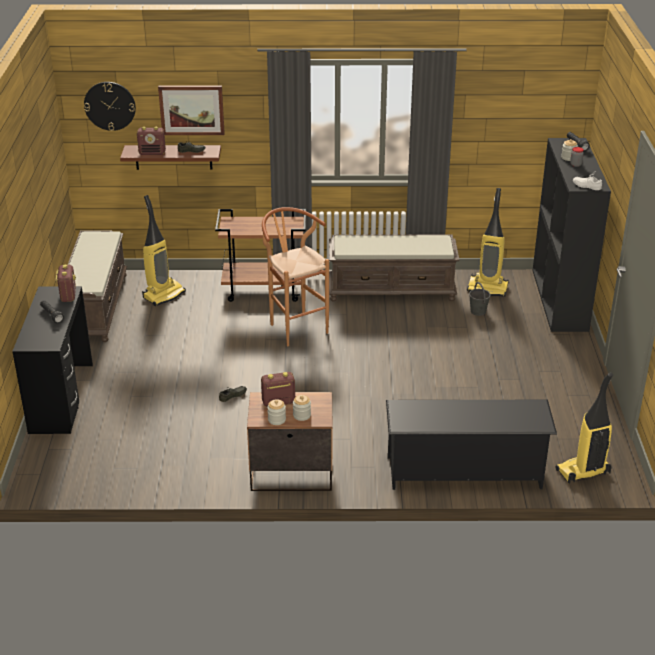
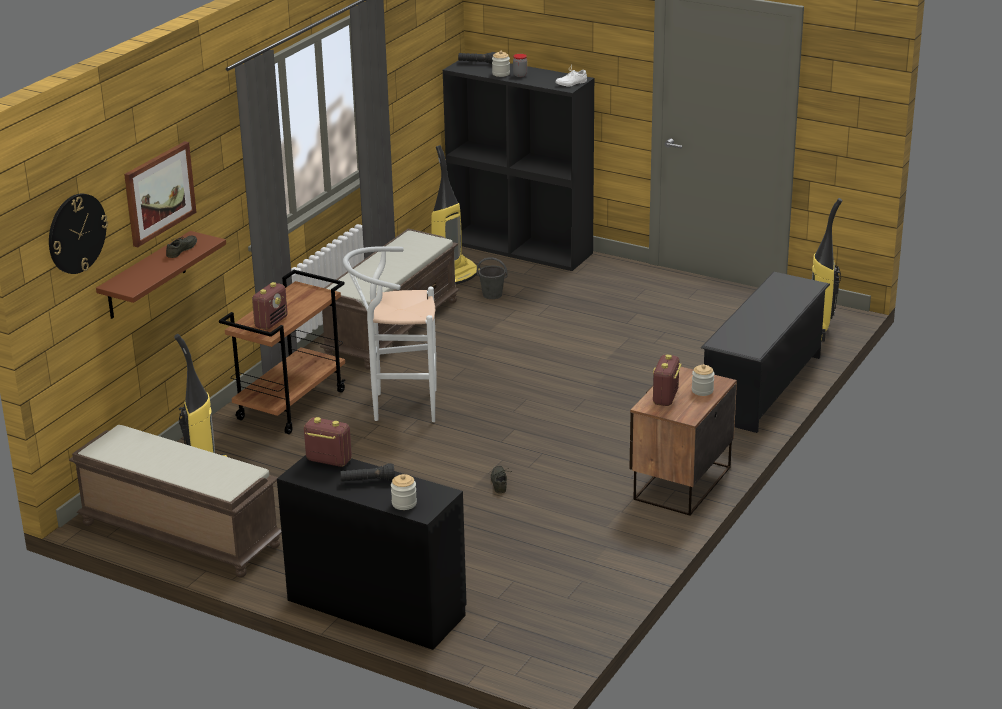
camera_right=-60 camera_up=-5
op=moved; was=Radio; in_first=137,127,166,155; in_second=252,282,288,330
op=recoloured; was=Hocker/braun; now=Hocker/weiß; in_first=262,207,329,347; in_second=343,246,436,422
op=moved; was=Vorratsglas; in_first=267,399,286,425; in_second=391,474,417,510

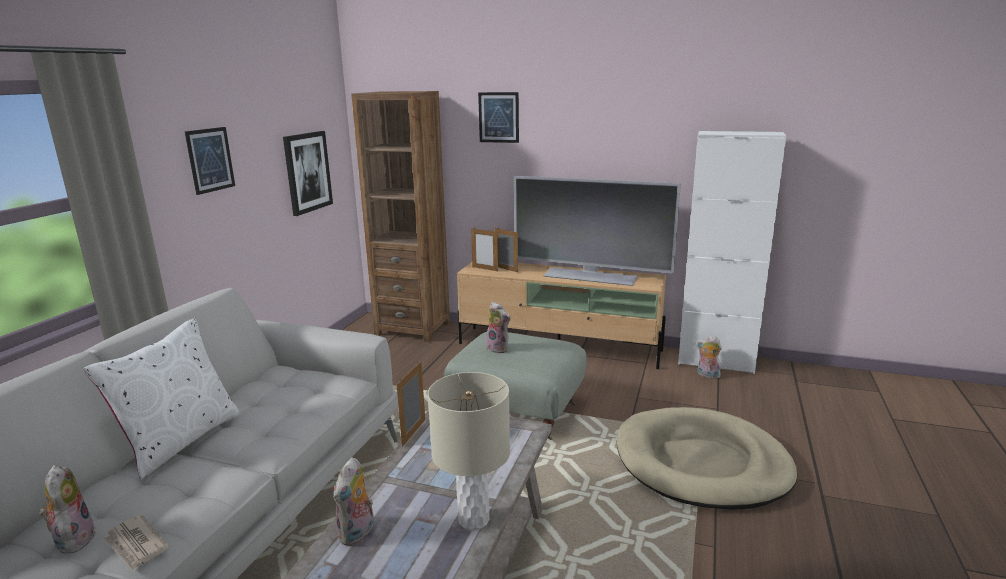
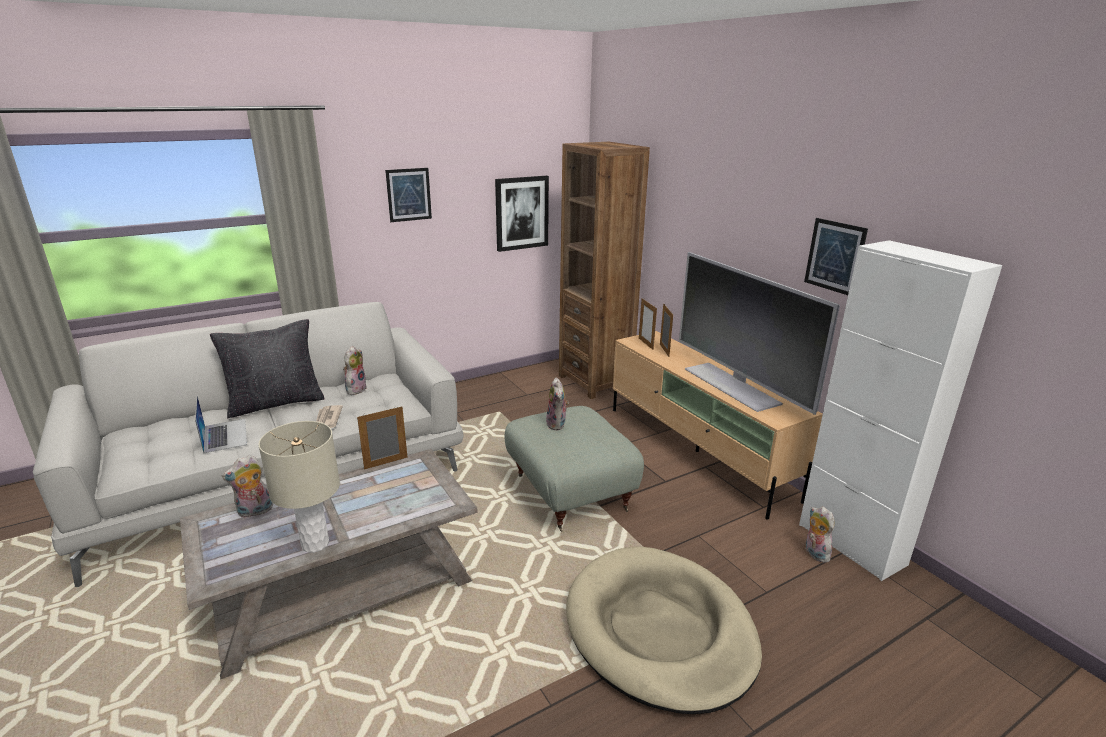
camera_right=40 camera_up=5
op=added; now=Laptop; in_second=195,396,247,454
op=recoloured; was=Kissen/weiß; now=Kissen/schwarz; in_first=84,318,240,479; in_second=210,319,325,418
op=moved; was=Zeitung; in_first=103,514,169,572; in_second=316,405,343,428
op=moved; was=Plüschtier; in_first=39,465,96,554; in_second=343,346,367,395
op=moved; was=Bild; in_first=478,92,519,143; in_second=804,218,868,295

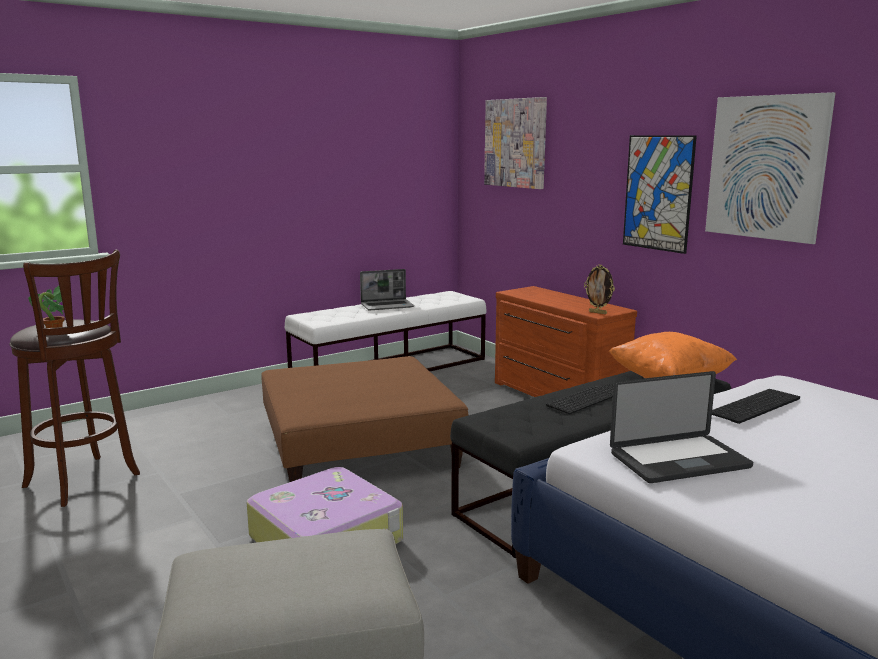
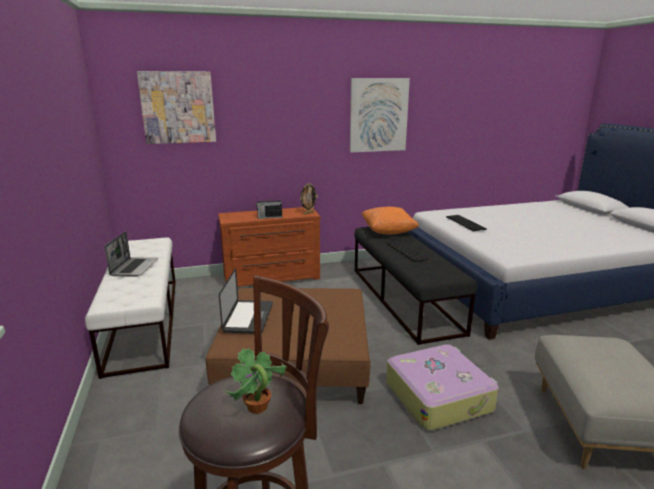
camera_right=-70 camera_up=5
op=moved; was=Laptop; in_first=610,371,753,483; in_second=219,268,273,334
op=added; now=Radio; in_second=256,197,282,219
op=removed; was=Bild; in_first=623,135,697,254

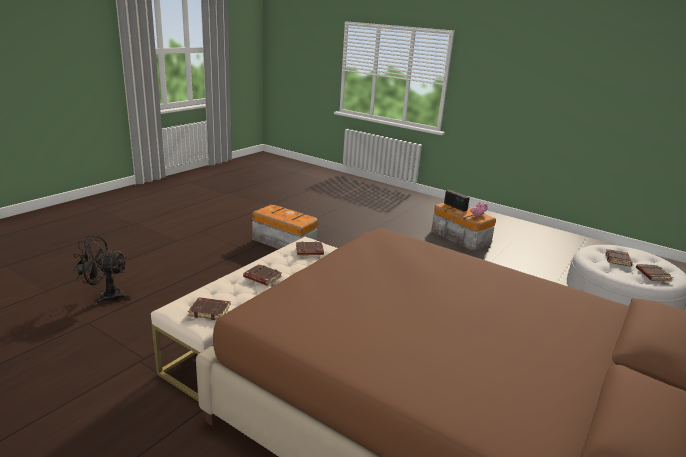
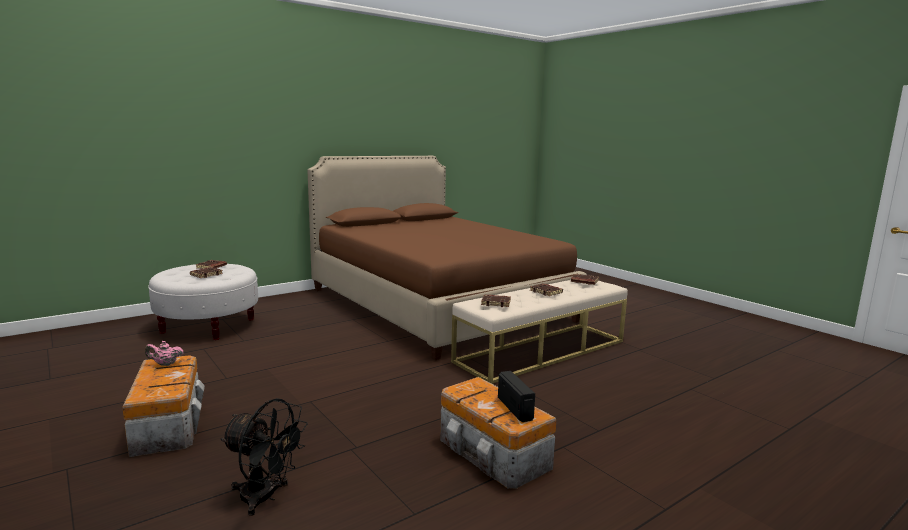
camera_right=-160 camera_up=-10
op=moved; was=Ventilator/schwarz; in_first=72,236,131,305; in_second=221,398,308,516
op=moved; was=Radio; in_first=444,190,470,211; in_second=498,371,535,422

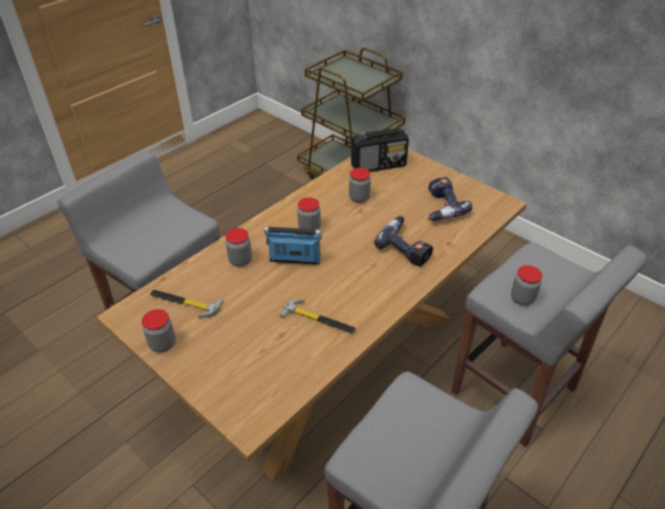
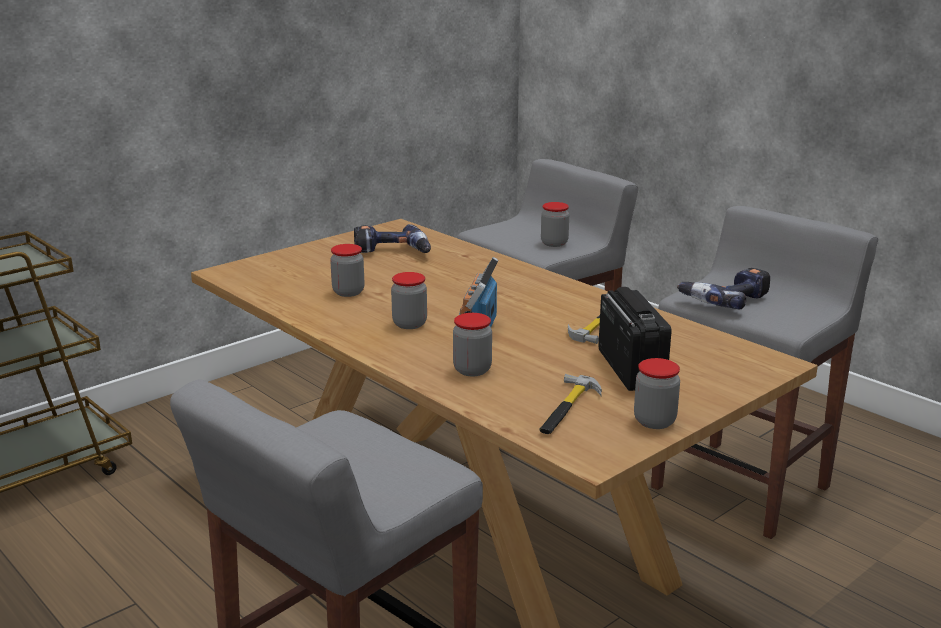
camera_right=-85 camera_up=-20
op=moved; was=Radio; in_first=351,128,409,172; in_second=598,287,672,391
op=moved; was=Bohrmaschine; in_first=374,216,433,267; in_second=677,268,770,310

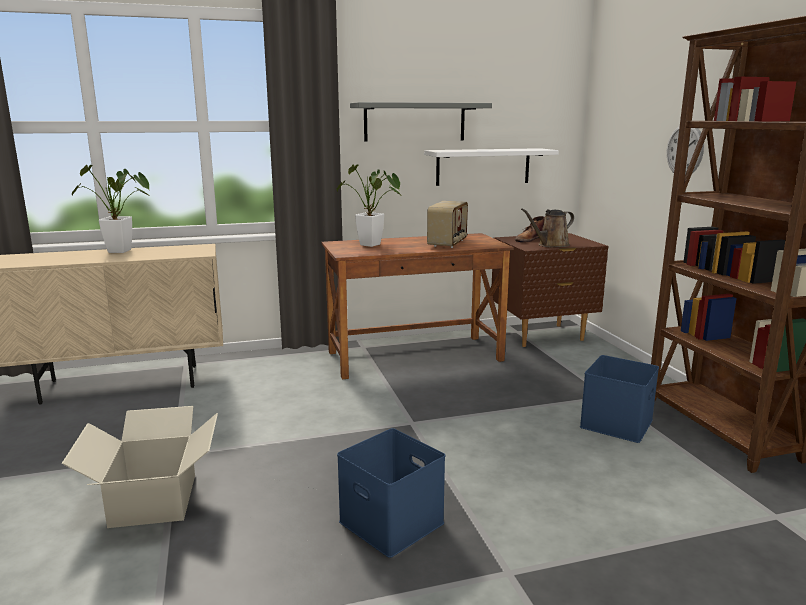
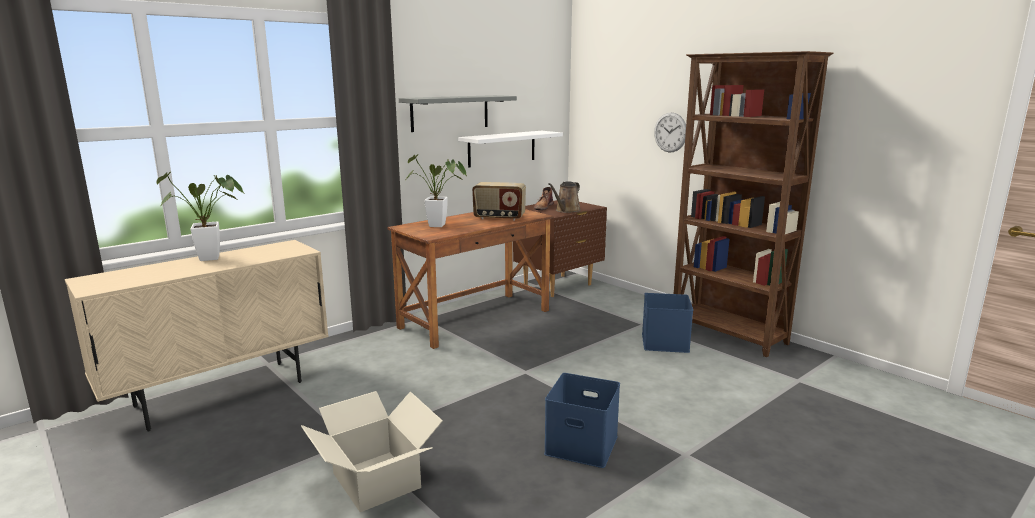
camera_right=-25 camera_up=0
op=turned; was=Radio; in_first=427,201,468,248; in_second=472,182,526,221; clockwise=105

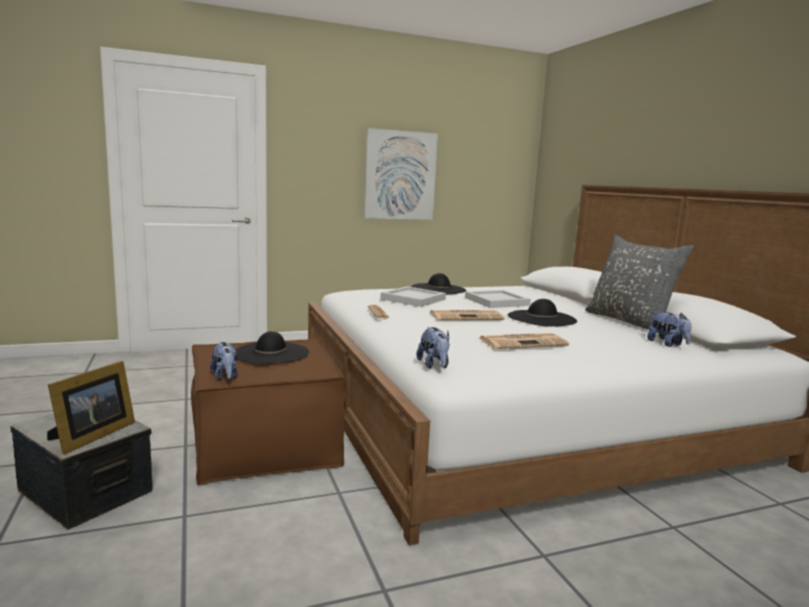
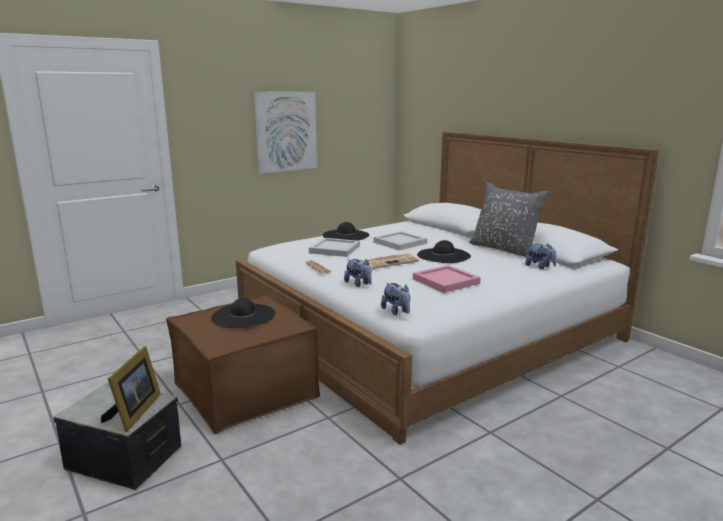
camera_right=-15 camera_up=5
op=moved; was=Plüschtier; in_first=210,342,238,381; in_second=344,259,372,287
op=replaced; was=Zeitung; now=Tablett/rosa; in_first=479,333,569,349; in_second=413,265,481,293

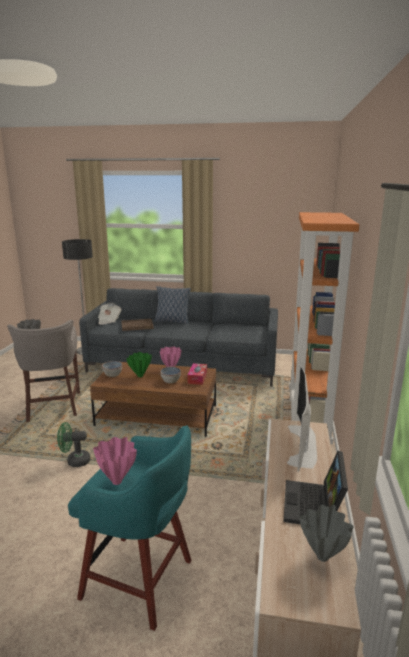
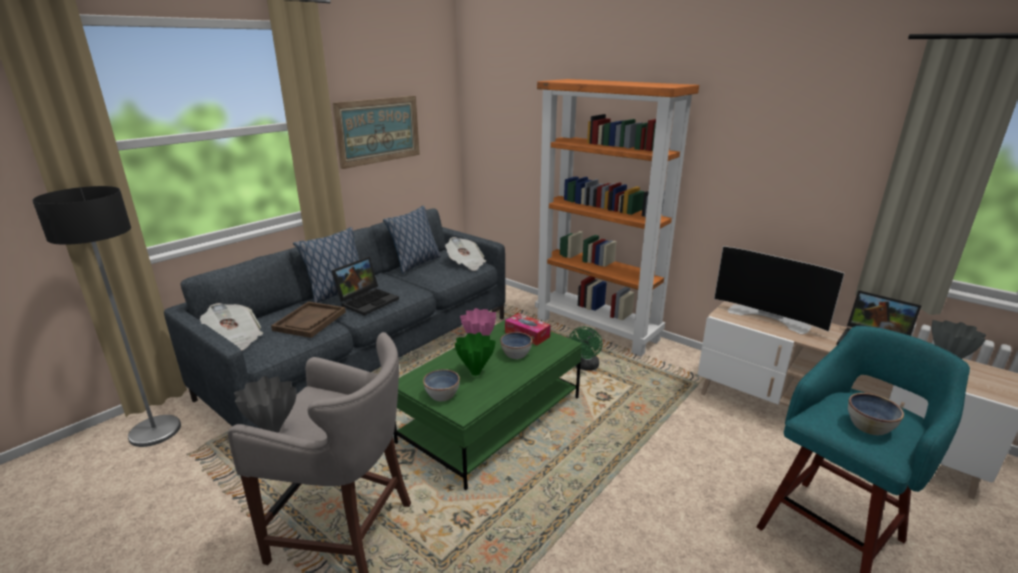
camera_right=-60 camera_up=5
op=added; now=Laptop; in_second=331,257,399,316
op=added; now=Bild; in_second=332,96,420,169
op=added; now=Kissen; in_second=383,206,441,274
op=recoloured; was=Couchtisch/braun; now=Couchtisch/grün; in_first=90,362,216,437; in_second=394,317,582,490
op=added; now=Zeitung; in_second=445,237,486,271
op=moved; was=Ventilator/grün; in_first=57,422,90,467; in_second=569,326,602,371
op=replaced; was=Vase/rosa; now=Schüssel; in_first=93,437,137,485; in_second=848,393,904,435

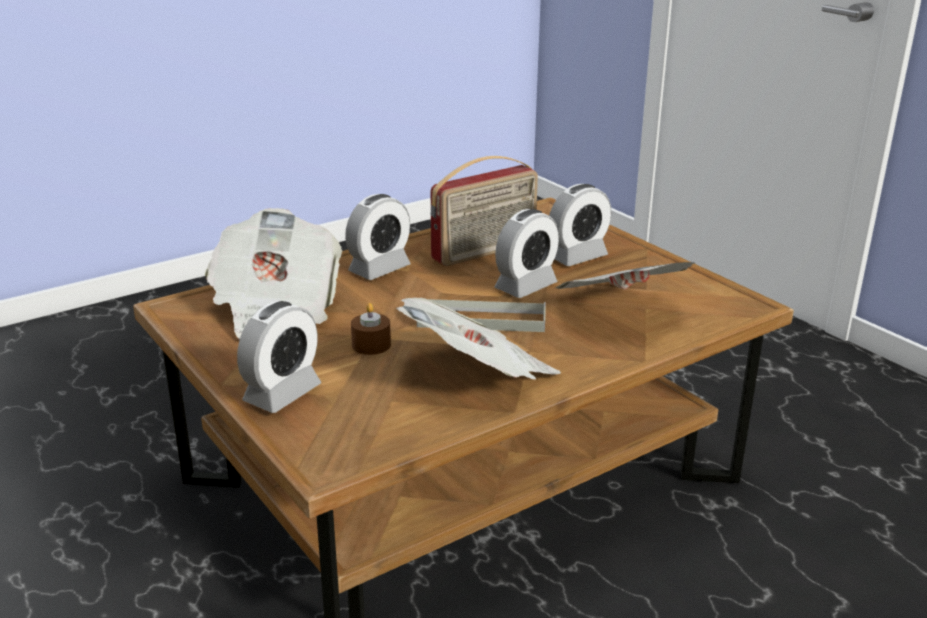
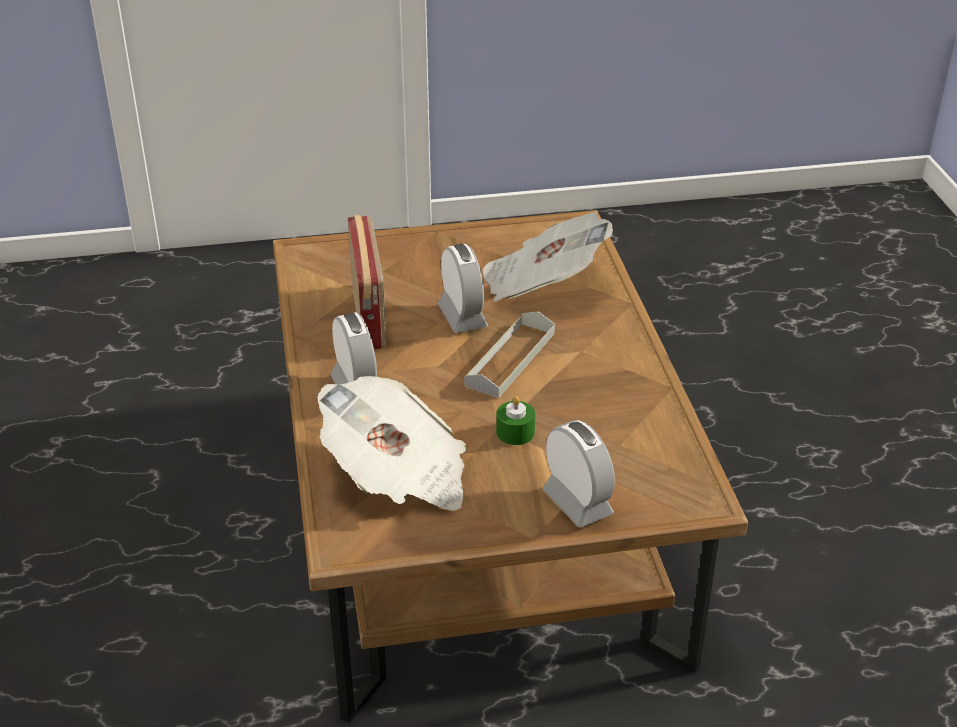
camera_right=-65 camera_up=10
op=recoloured; was=Kerze/braun; now=Kerze/grün; in_first=351,303,391,355; in_second=496,396,535,445
op=removed; was=Zeitung; in_first=396,297,561,380
op=removed; was=Wecker; in_first=549,184,611,266

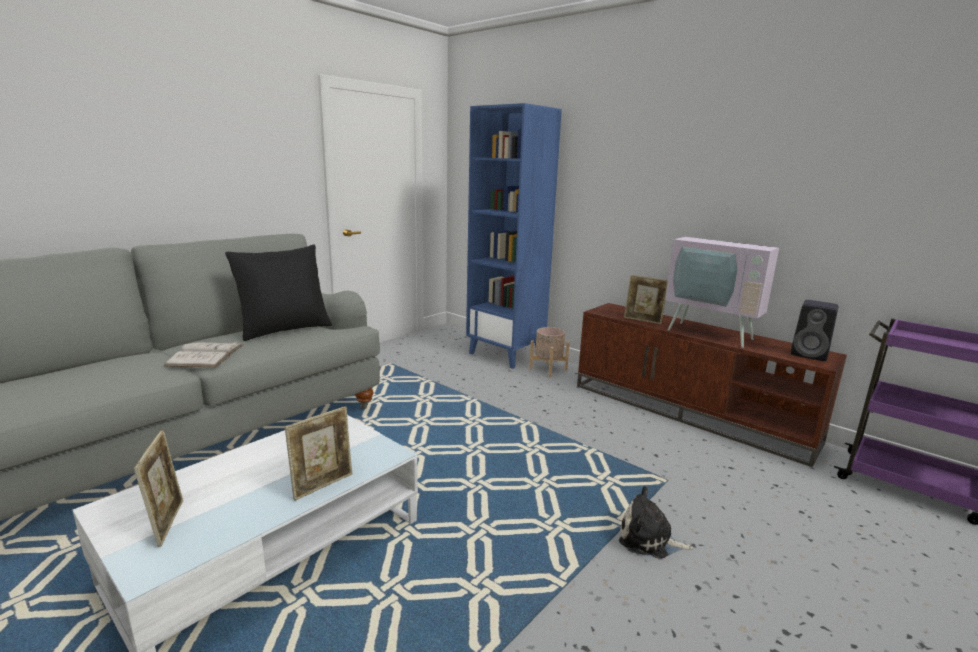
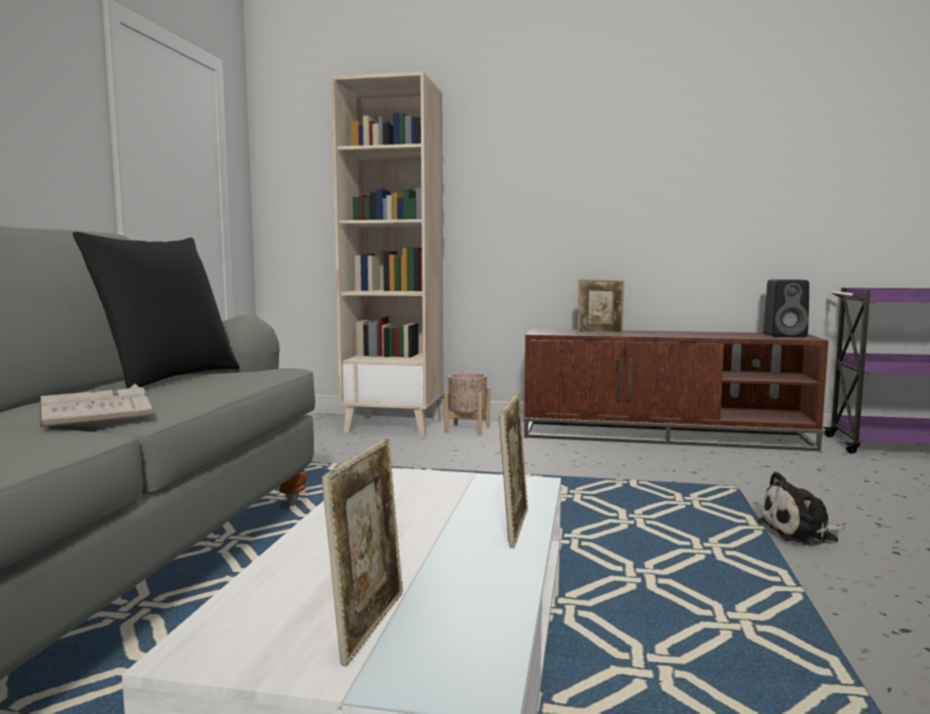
camera_right=-30 camera_up=-10
op=turned; was=Bilderrahmen; in_first=134,430,183,547; in_second=322,439,403,666; clockwise=60
op=recoloured; was=Bücherregal/blau; now=Bücherregal/beige; in_first=466,103,562,369; in_second=331,71,444,436
op=removed; was=Fernseher; in_first=665,200,779,348

